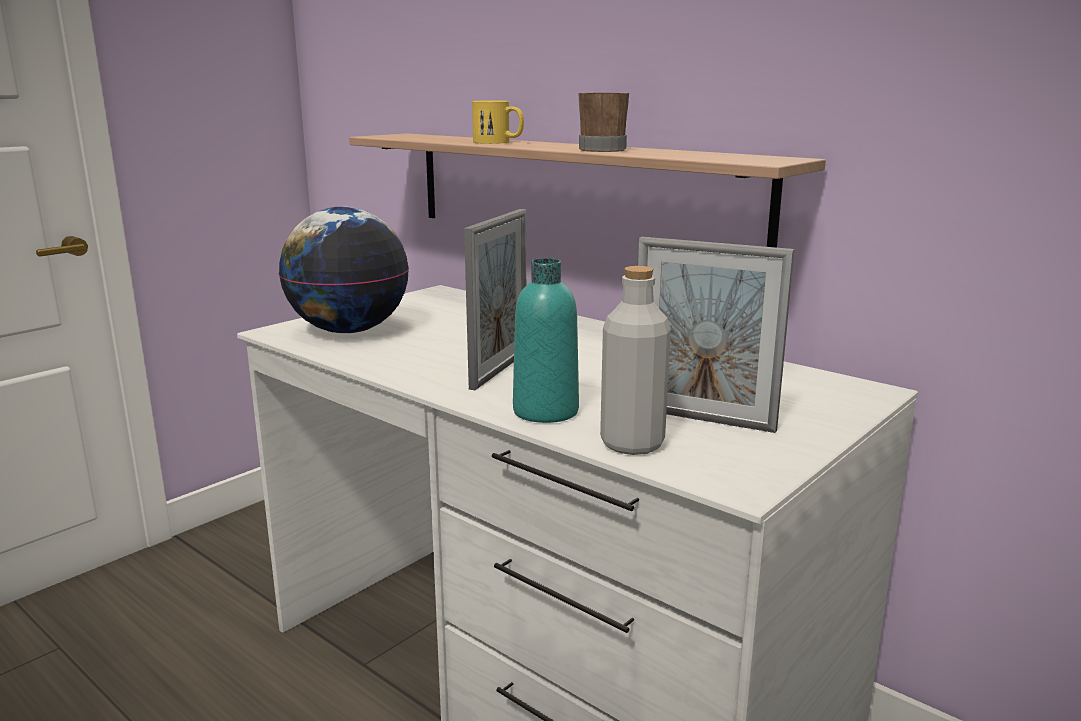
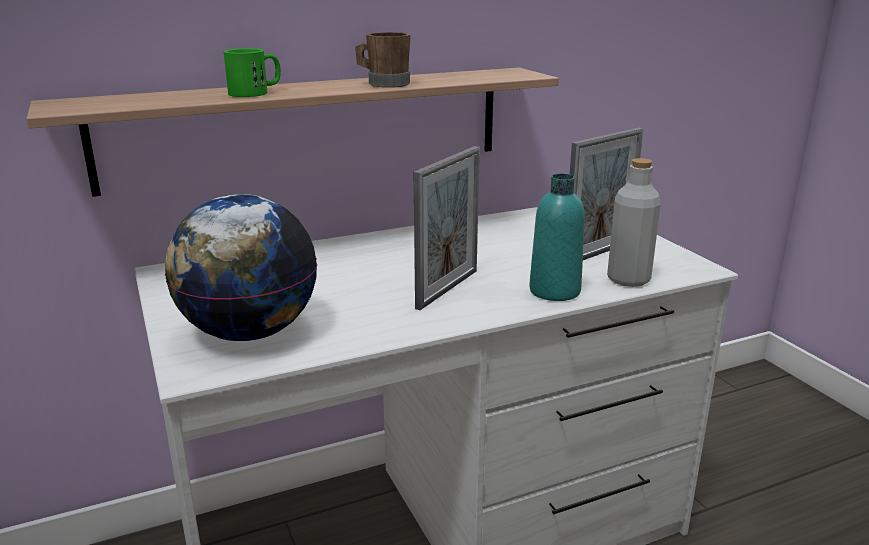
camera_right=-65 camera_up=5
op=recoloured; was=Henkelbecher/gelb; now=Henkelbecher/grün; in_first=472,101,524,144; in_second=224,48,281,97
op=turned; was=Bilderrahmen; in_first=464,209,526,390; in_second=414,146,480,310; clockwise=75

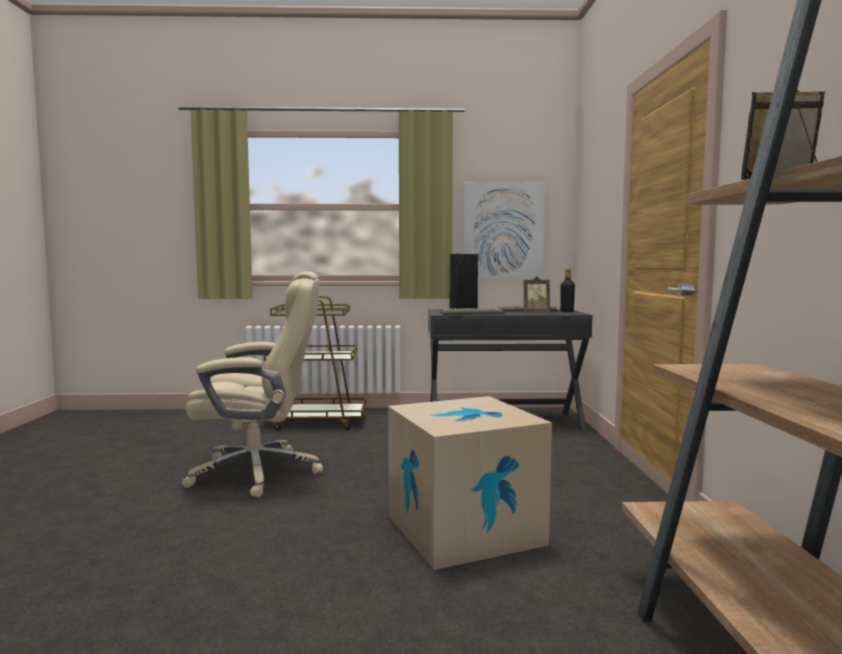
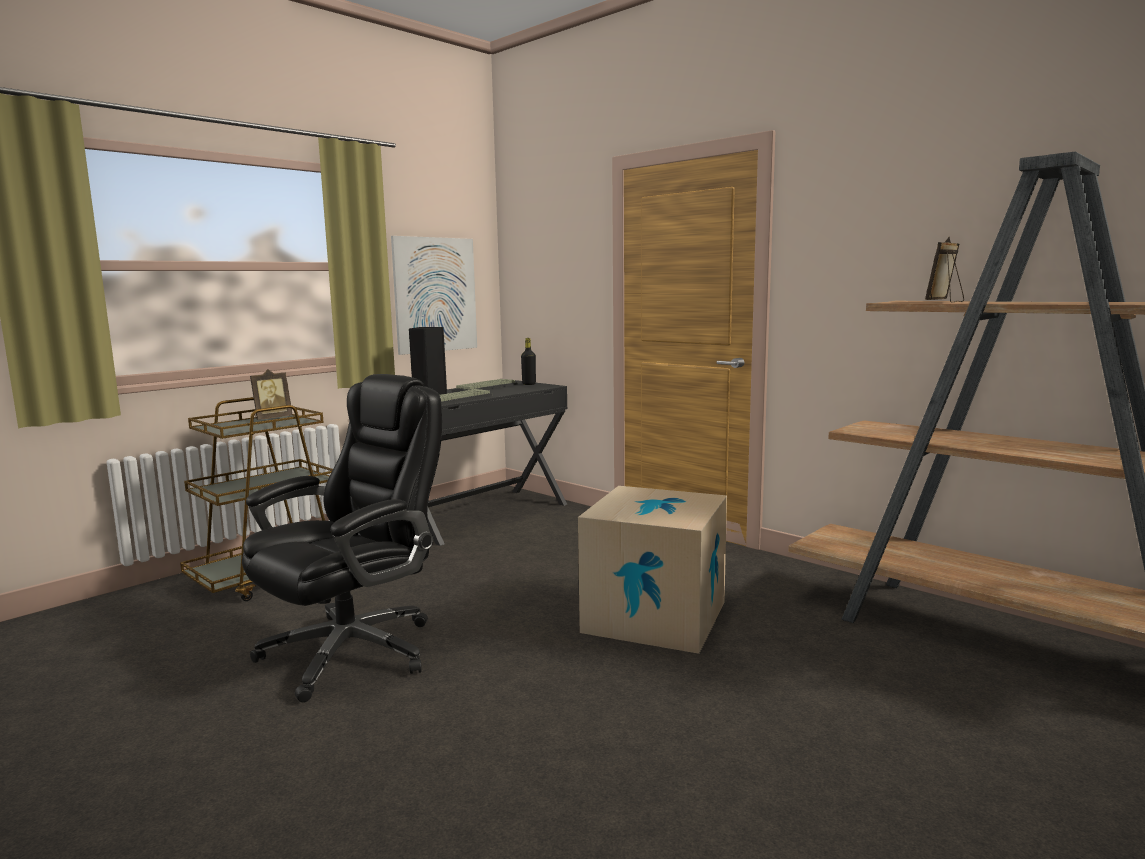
camera_right=-45 camera_up=5
op=recoloured; was=Bürostuhl/beige; now=Bürostuhl/schwarz; in_first=182,271,323,497; in_second=242,374,442,702
op=moved; was=Bilderrahmen; in_first=524,276,550,313; in_second=250,369,293,420

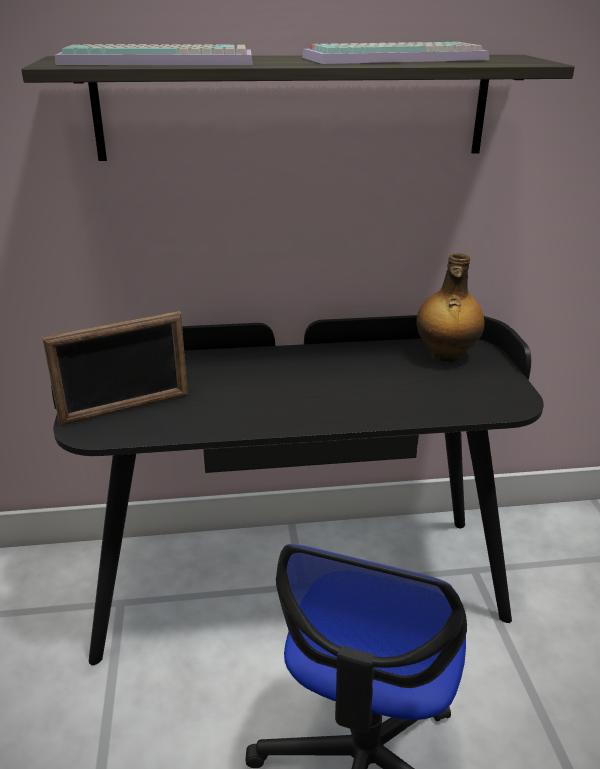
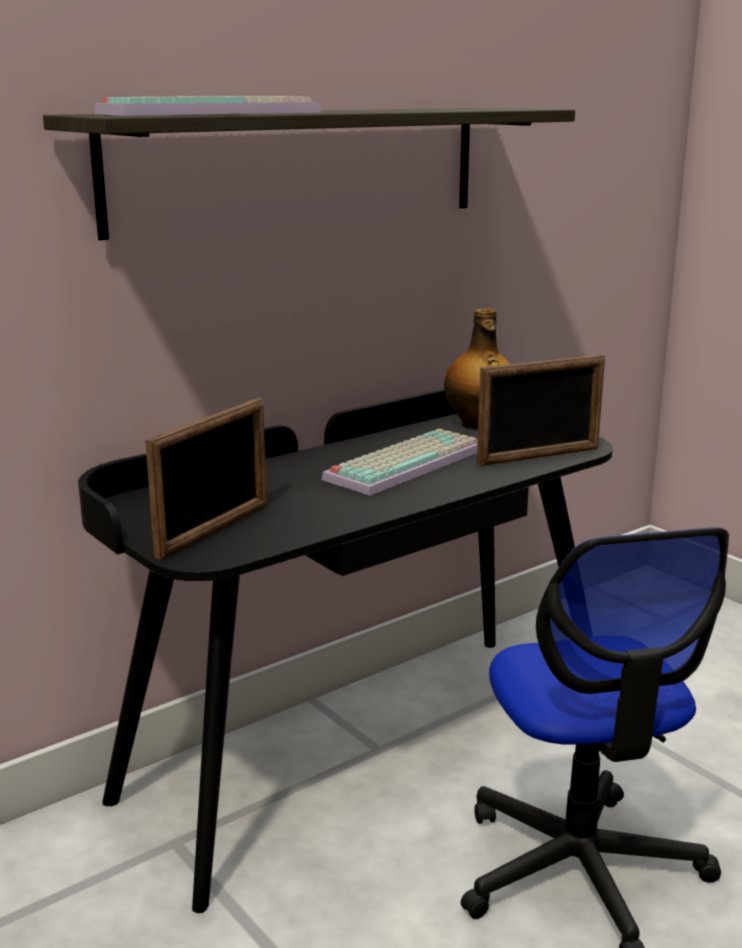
camera_right=-30 camera_up=-10
op=moved; was=Tastatur; in_first=302,42,489,64; in_second=322,429,478,496
op=added; now=Bilderrahmen; in_second=477,354,605,466

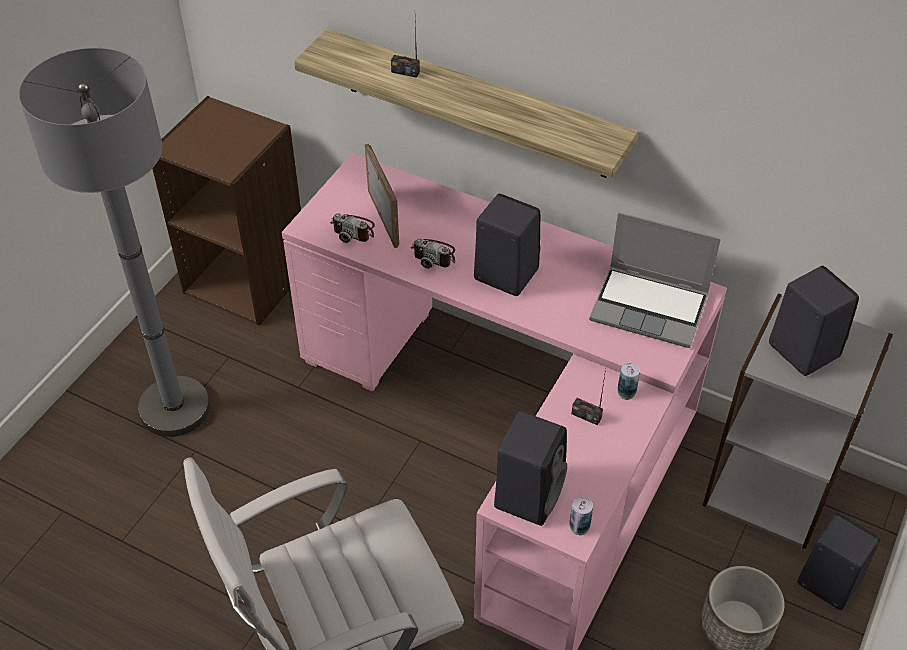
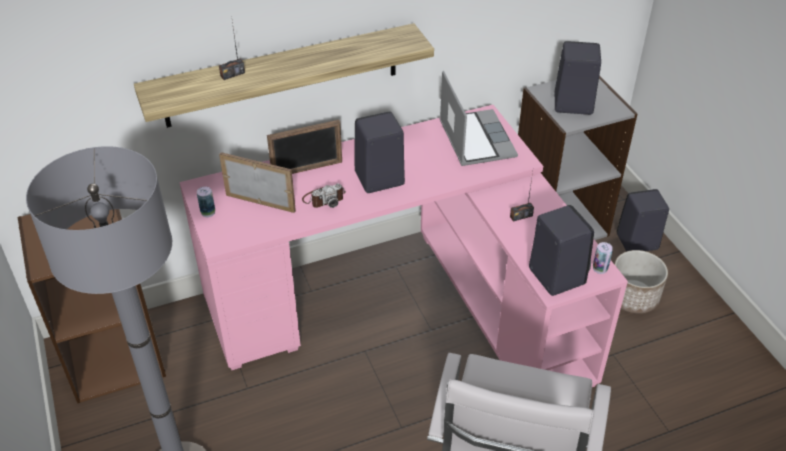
camera_right=-50 camera_up=-5
op=moved; was=Dose; in_first=617,363,640,400; in_second=197,187,215,217
op=added; now=Bilderrahmen; in_second=267,120,342,174
op=turned; was=Laptop; in_first=589,212,721,348; in_second=440,71,518,166; clockwise=-75
op=removed; was=Kamera; in_first=330,213,375,243

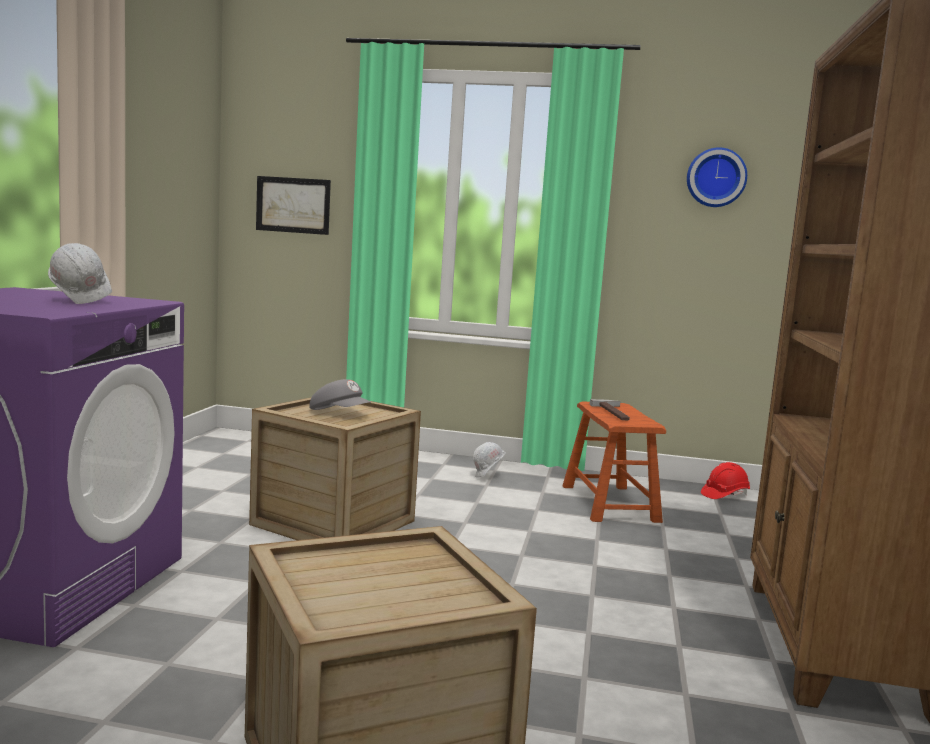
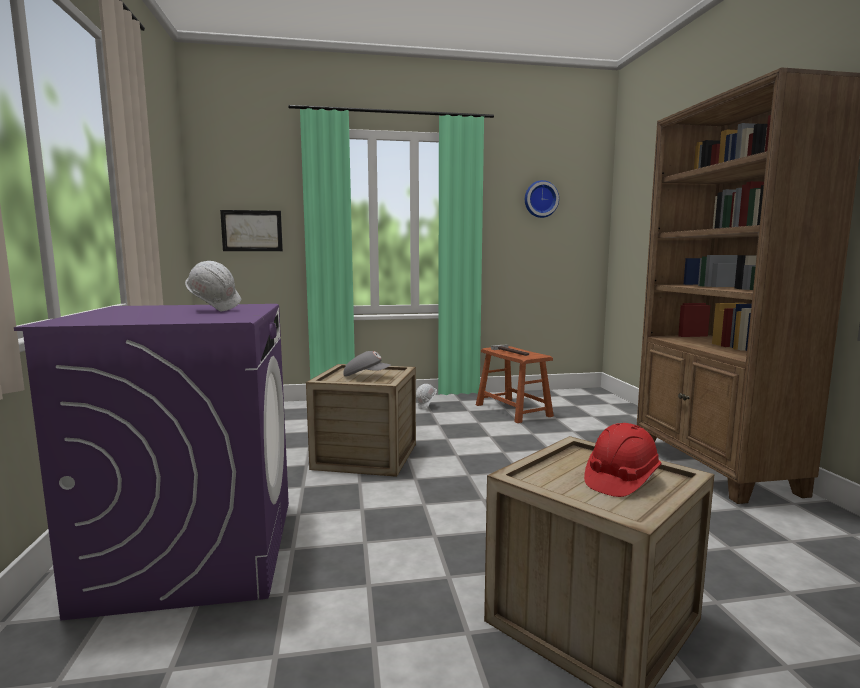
camera_right=-20 camera_up=0
op=moved; was=Schutzhelm/rot; in_first=701,462,750,499; in_second=584,423,661,497

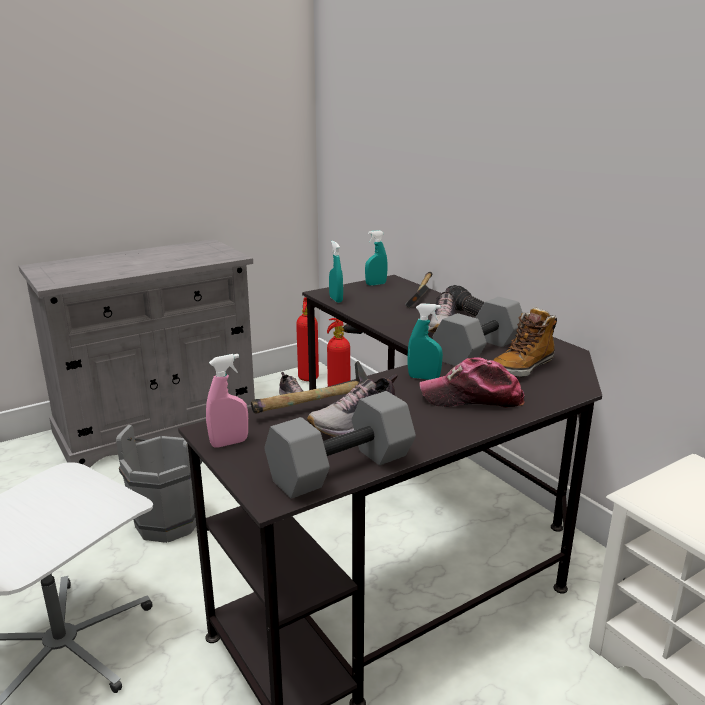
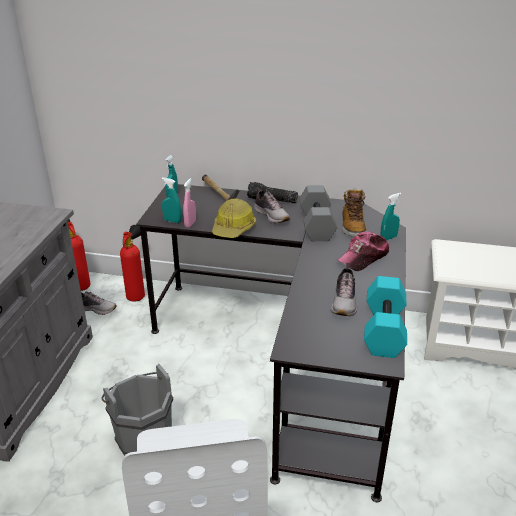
camera_right=-45 camera_up=10
op=moved; was=Sprühflasche/rosa; in_first=206,354,248,448; in_second=183,178,196,228
op=added; now=Schutzhelm; in_second=212,199,256,238
op=recoloured; was=Hantel/grau; now=Hantel/türkis; in_first=264,391,416,499; in_second=364,276,407,358
op=moved; was=Sprühflasche/türkis; in_first=407,303,443,380; in_second=380,193,401,240
op=removed; was=Hammer; in_first=251,361,368,414

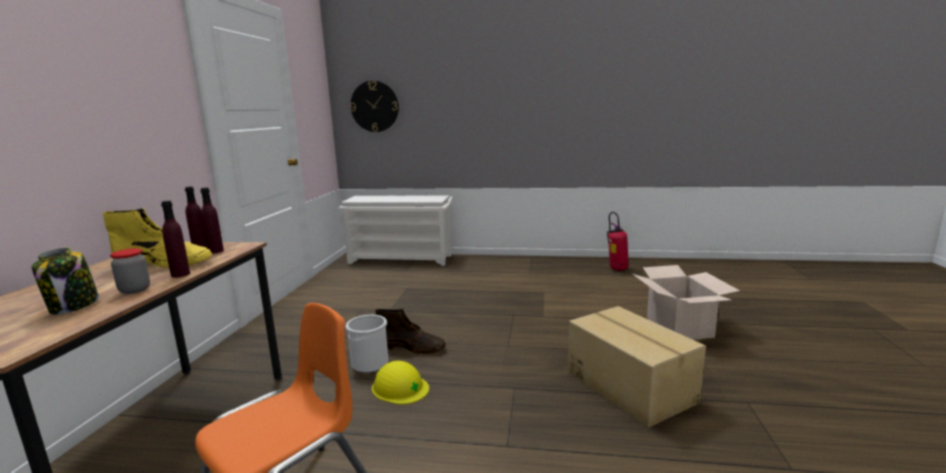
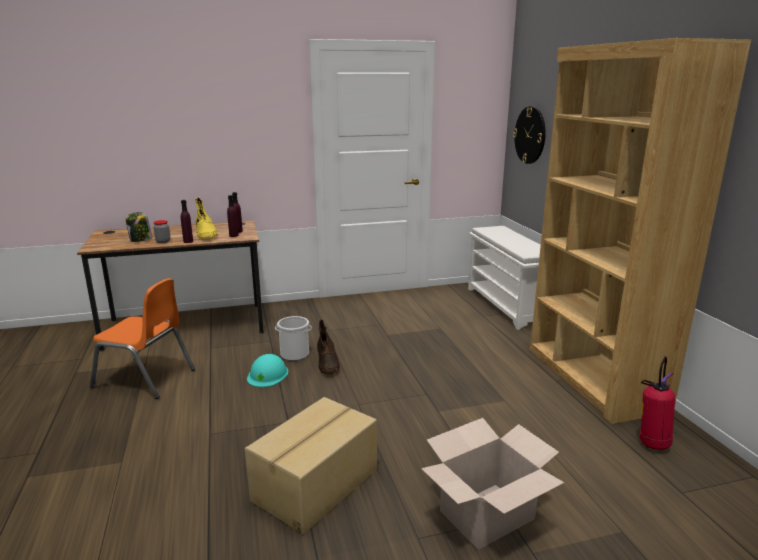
camera_right=65 camera_up=5
op=recoloured; was=Schutzhelm/gelb; now=Schutzhelm/türkis; in_first=372,361,429,404; in_second=247,354,288,387
op=added; now=Bücherregal/braun; in_second=530,38,751,424

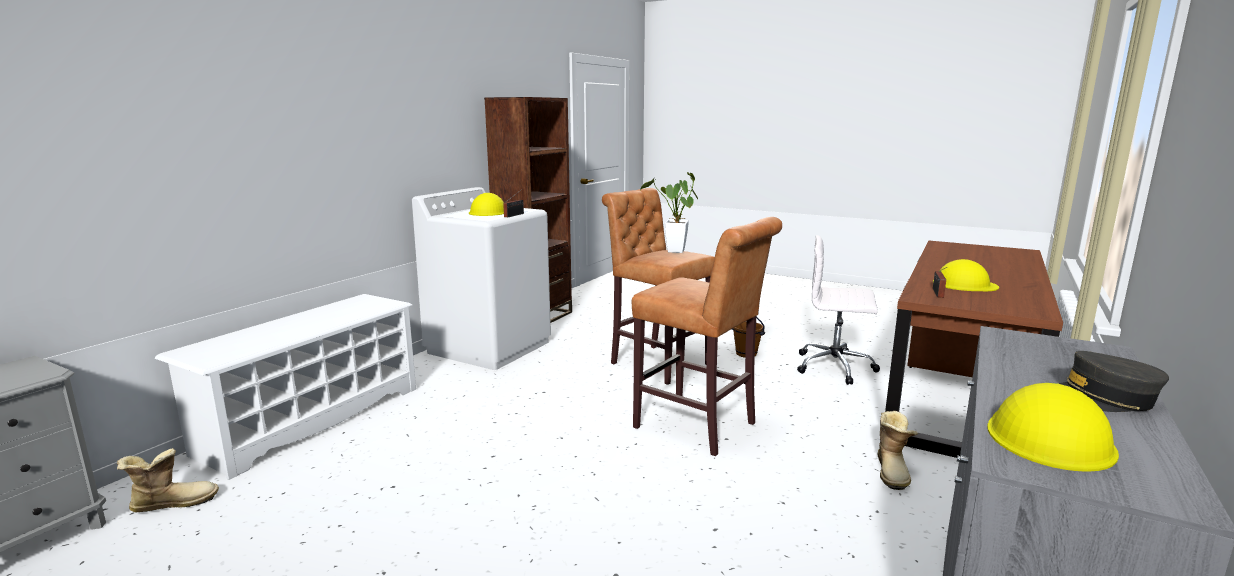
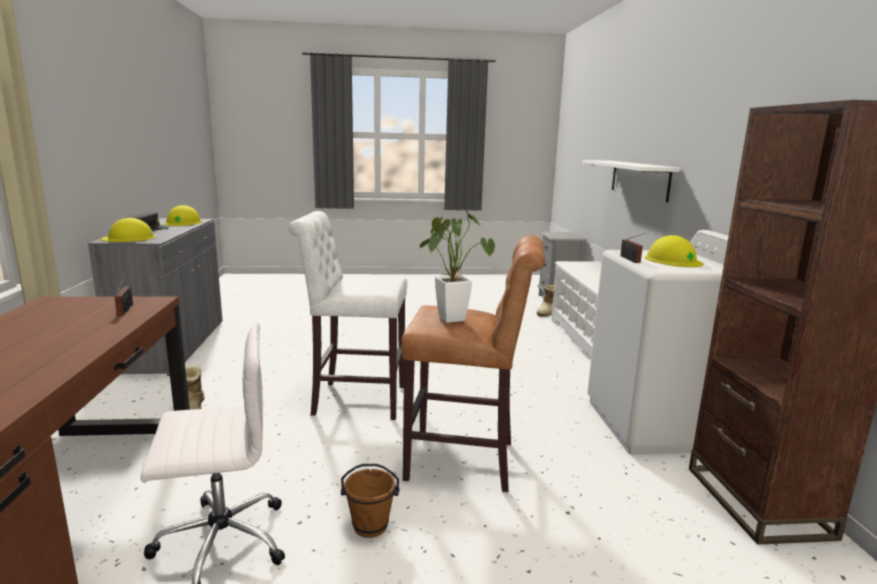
camera_right=145 camera_up=0
op=moved; was=Schutzhelm/gelb; in_first=933,259,999,291; in_second=101,218,155,242
op=recoloured; was=Hocker/braun; now=Hocker/weiß; in_first=632,217,782,456; in_second=289,211,407,420
op=added; now=Wandregal/weiß; in_second=582,160,679,202

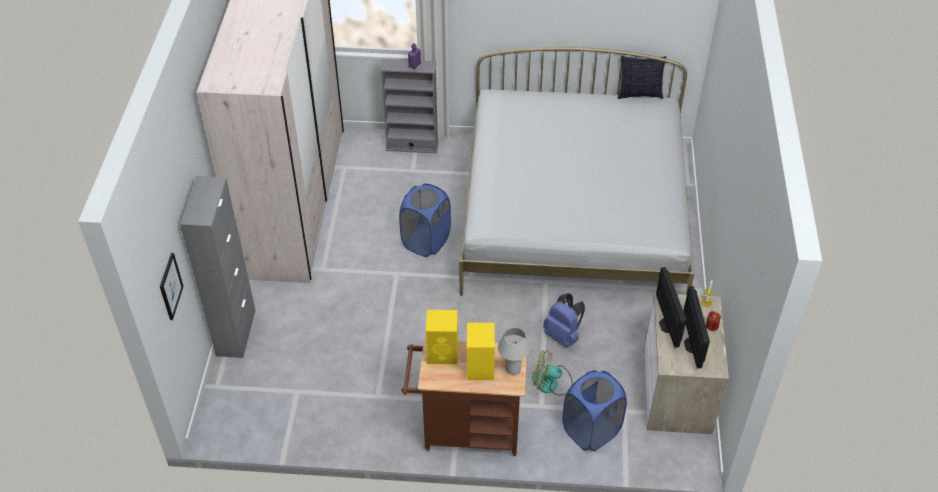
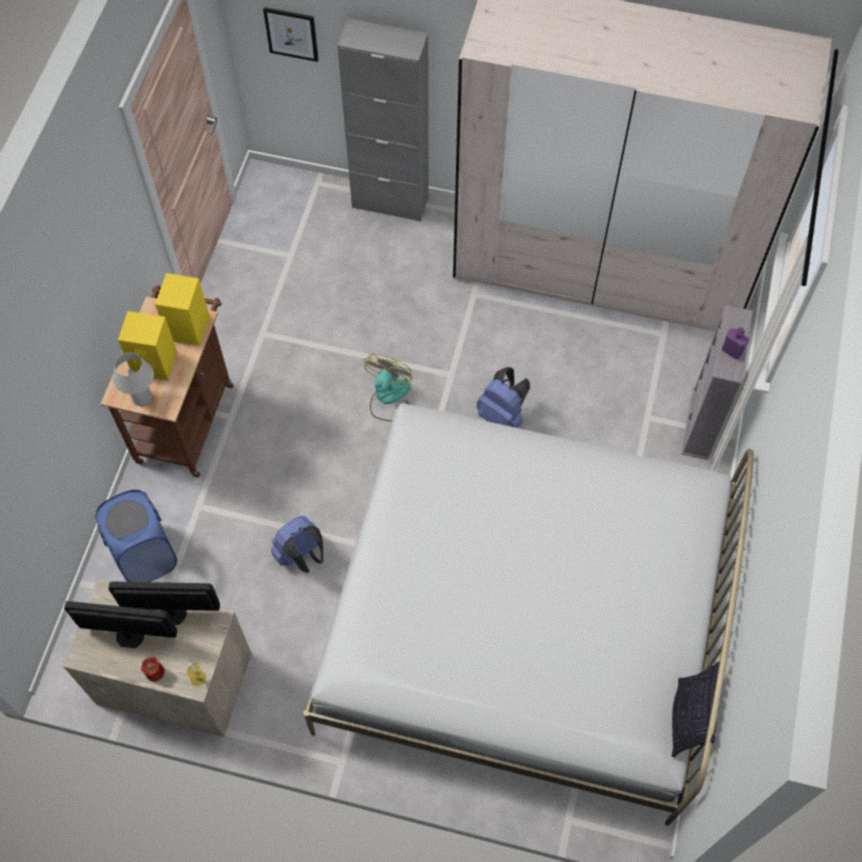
camera_right=100 camera_up=15
op=moved; was=Ventilator; in_first=532,349,573,396; in_second=364,354,412,421
op=replaced; was=Wäschekorb/blau; now=Rucksack/blau; in_first=399,184,451,257; in_second=477,367,530,428

